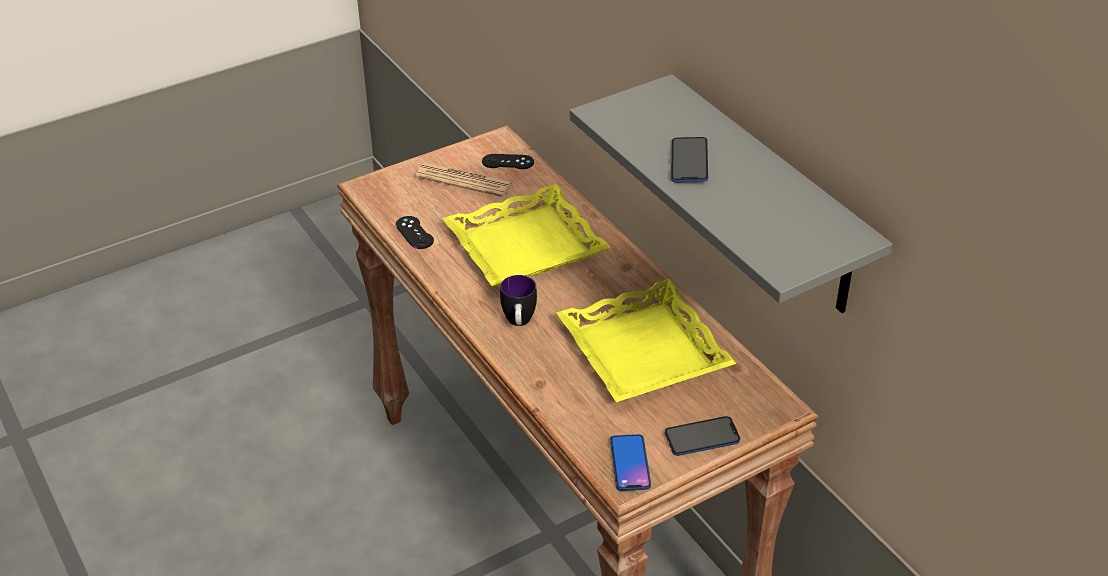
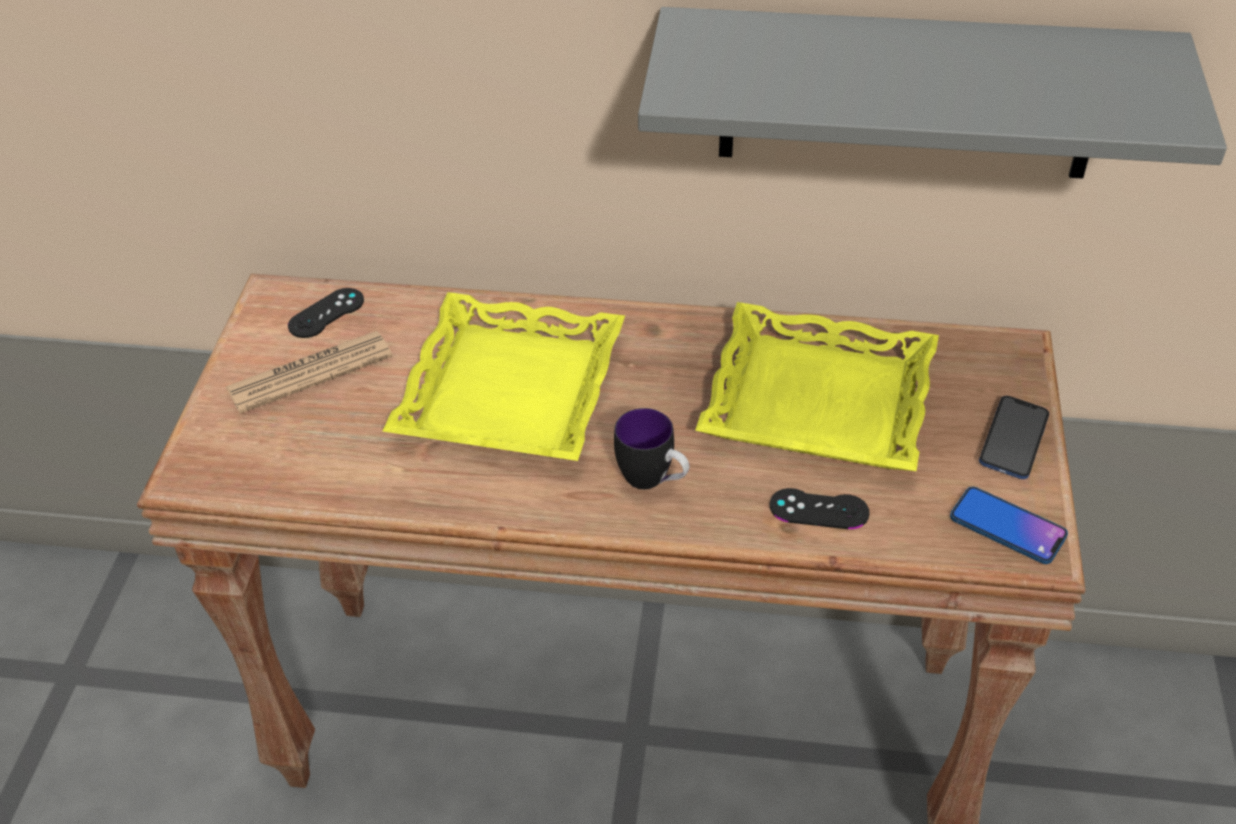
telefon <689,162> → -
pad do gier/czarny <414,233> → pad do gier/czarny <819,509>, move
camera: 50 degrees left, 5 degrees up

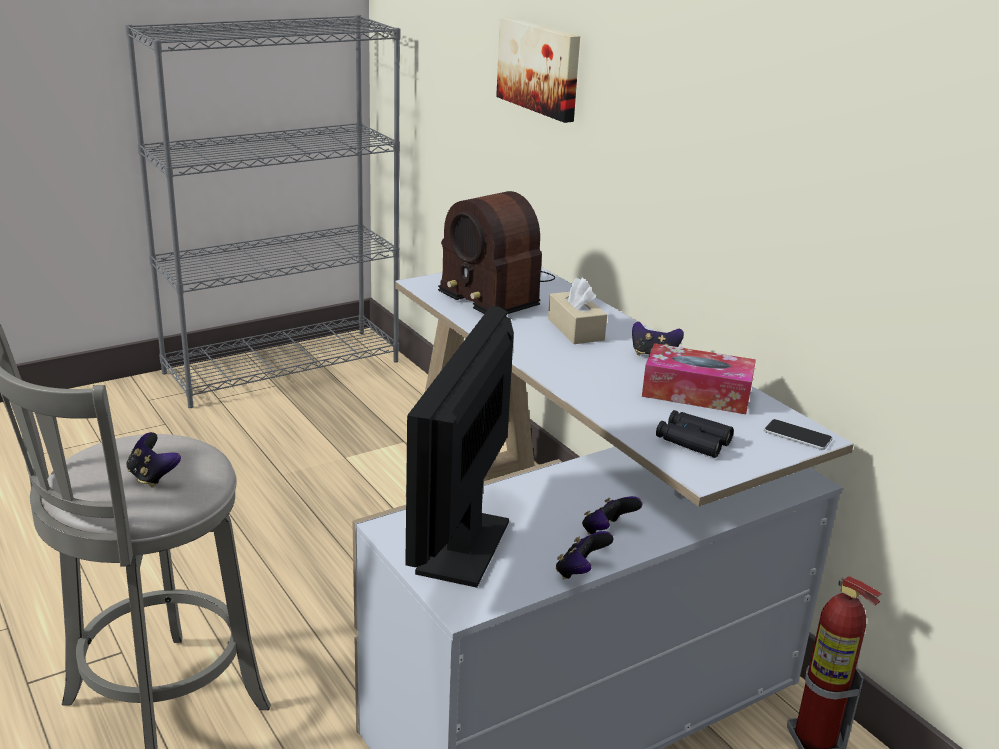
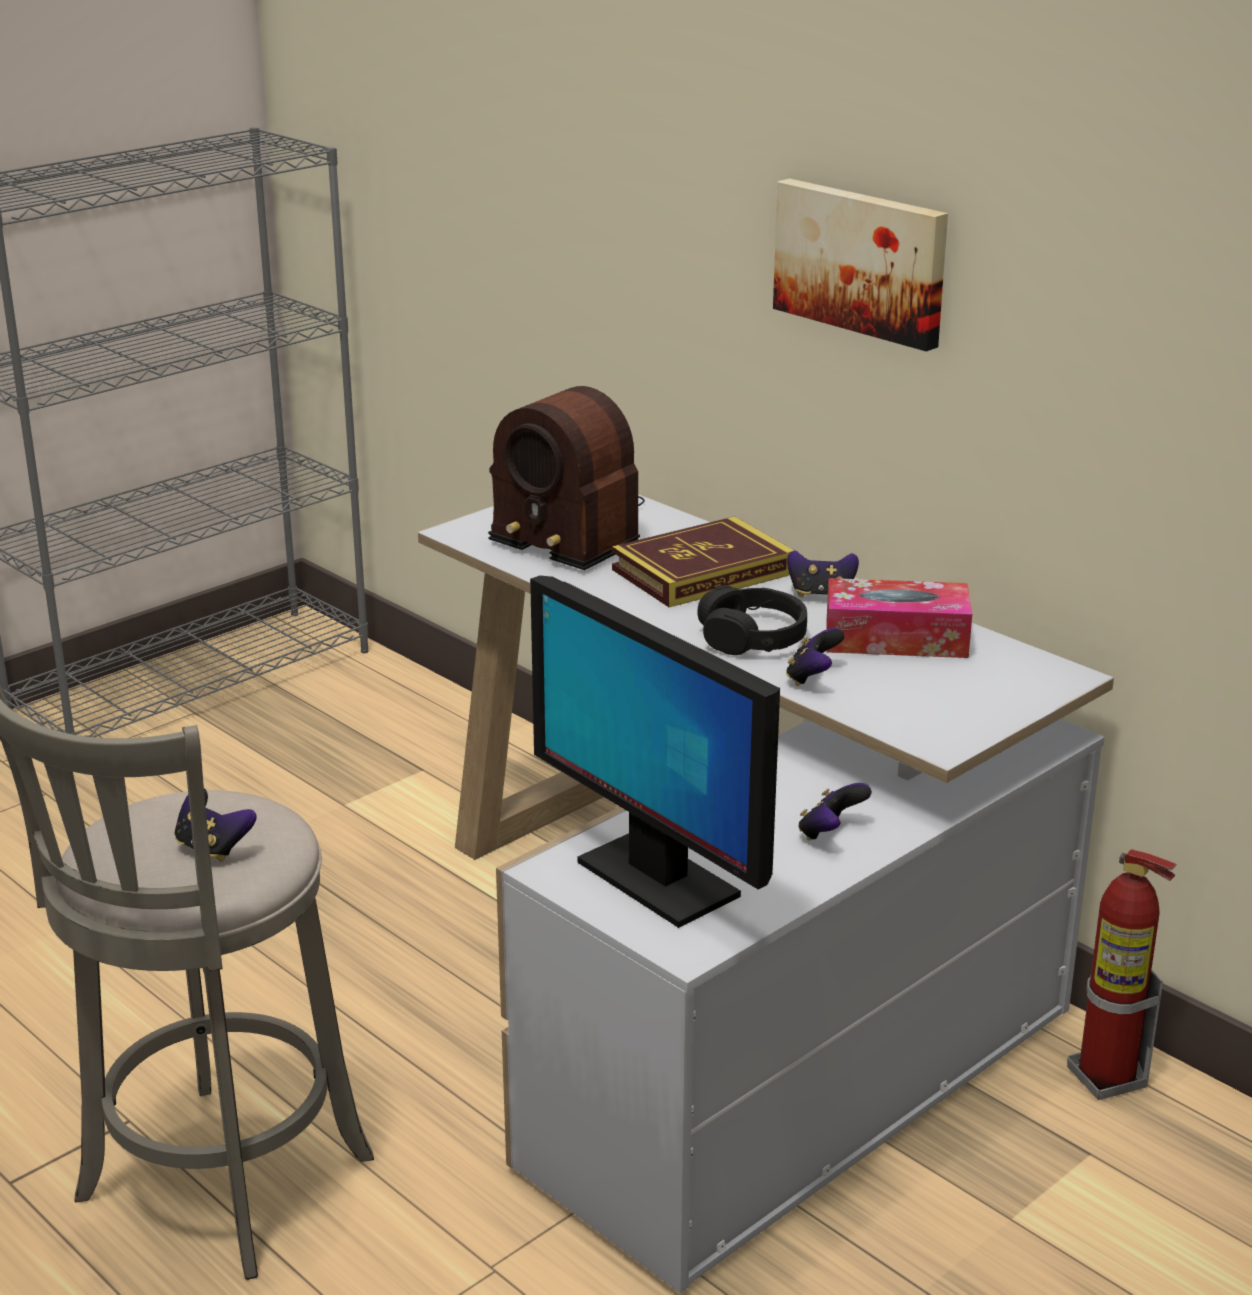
lornetka/czarny <692,441> → -
telefon <797,436> → -
- → słuchawki/czarny <752,637>
obraz <540,67> → obraz <862,261>, move
pad do gier <580,572> → pad do gier <812,678>, move
pudełko chusteczek/beżowy <575,329> → książka <702,572>
monitor <464,546> → monitor <656,878>, 45 degrees counterclockwise
camera: 10 degrees left, 0 degrees up

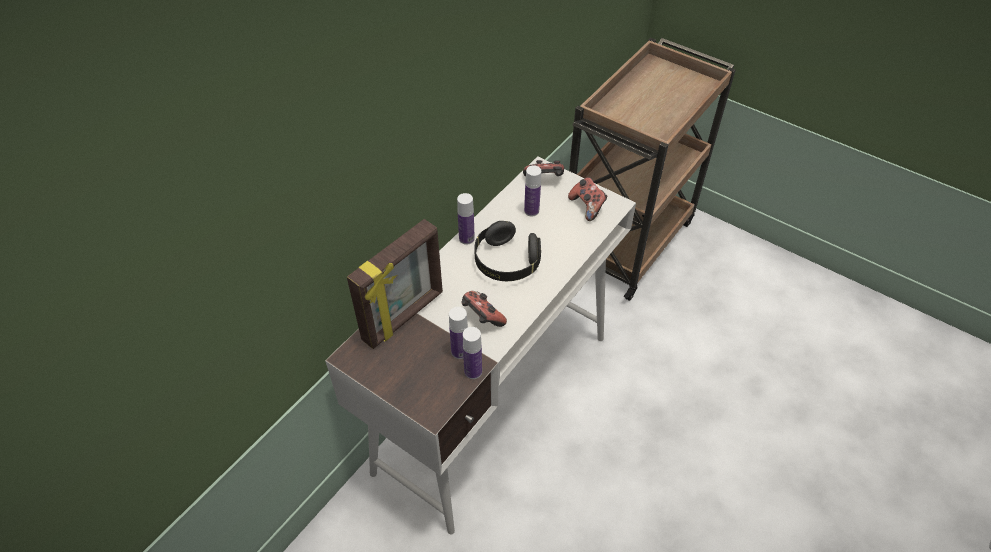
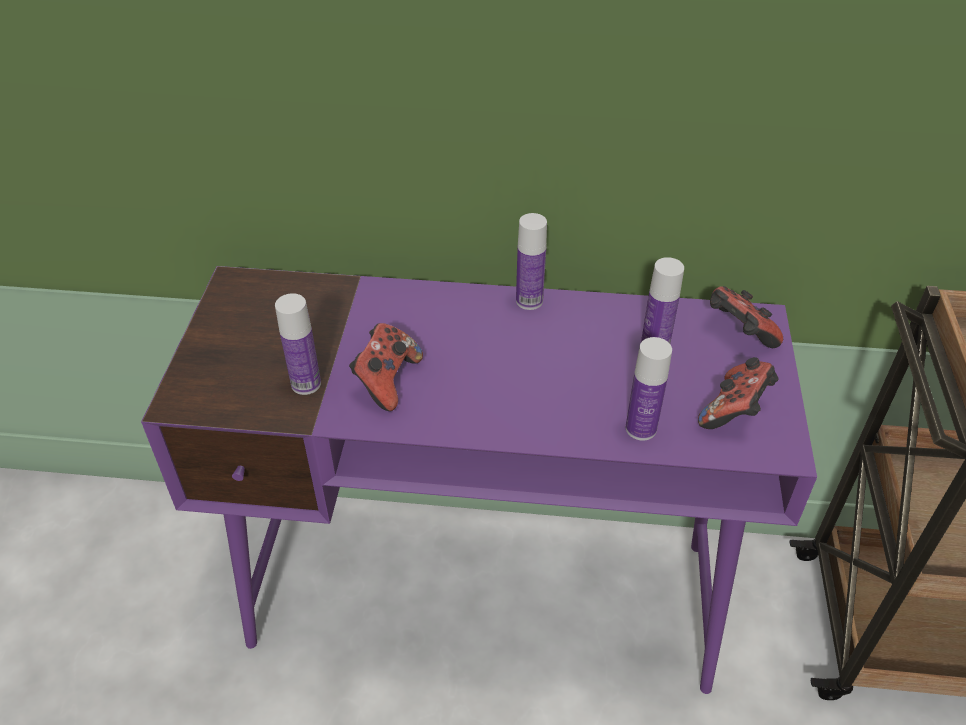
ramka na zdjęcie <404,317> → -
słuchawki/czarny <506,262> → -
butelka <473,371> → butelka <641,428>, move
biurko/biały <495,400> → biurko/fioletowy <485,593>
camera: 60 degrees right, 5 degrees down

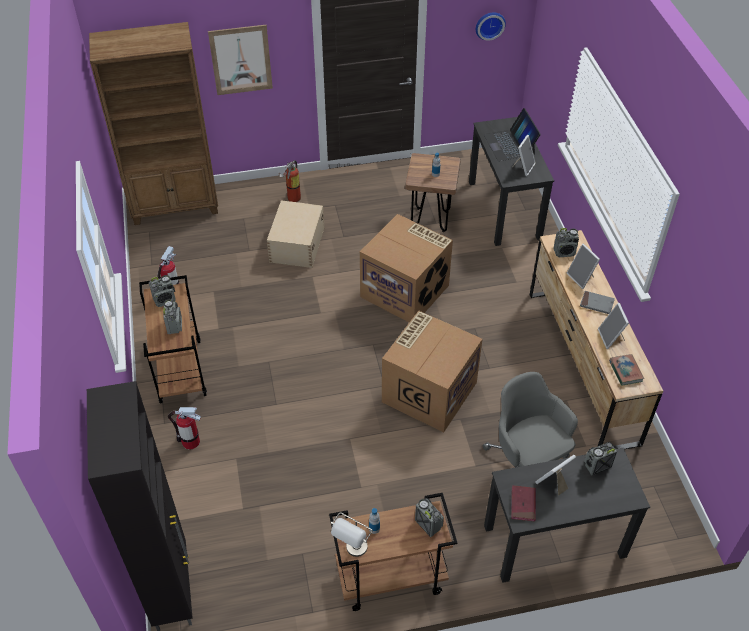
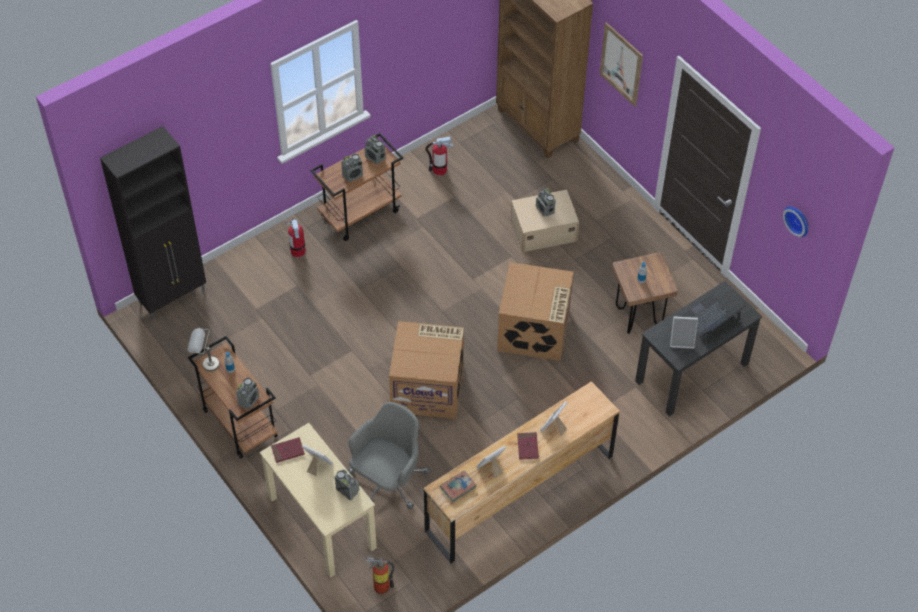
gaśnica <292,198> → gaśnica <379,585>, move
radio <564,252> → radio <545,210>, move
biurko/czarny <554,541> → biurko/beżowy <321,522>
książka/szary <596,304> → książka/czerwony <527,446>
camera: 65 degrees right, 5 degrees up

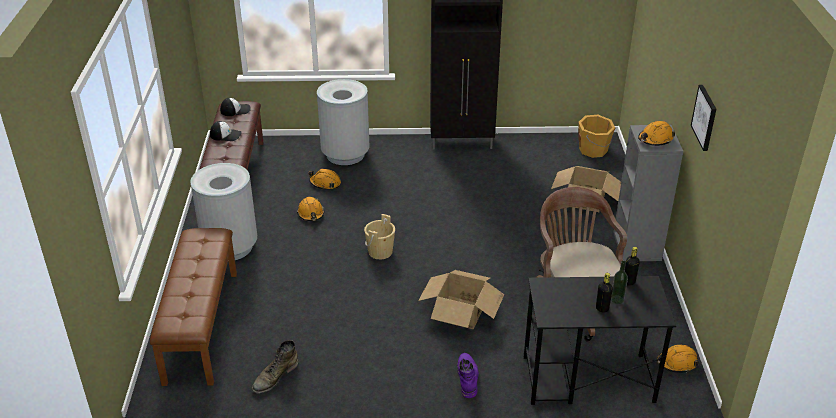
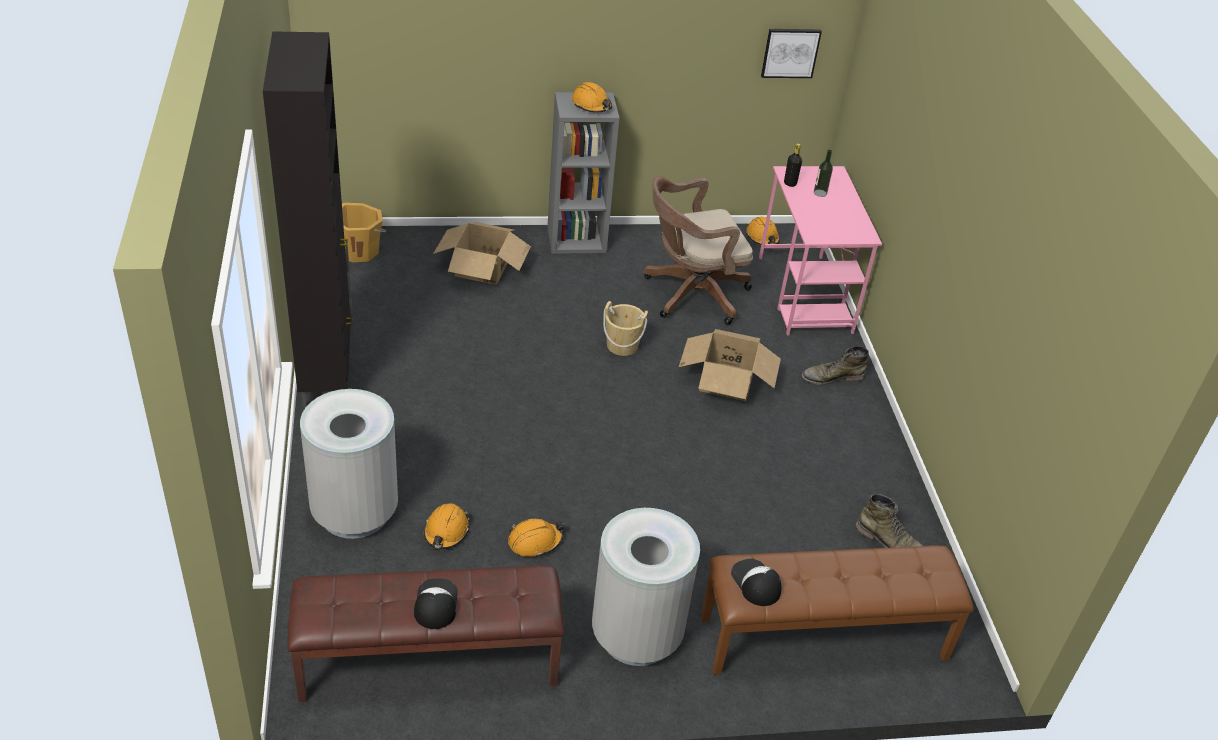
butelka/czarny <602,308> → -
czapka z daszkiem <235,110> → czapka z daszkiem <755,583>, move
wiadro/beżowy <380,252> → wiadro/beżowy <622,345>, move
obraz <705,117> → obraz <790,52>, move
but z cholewką/fioletowy <467,378> → but z cholewką/zielony <832,377>
biurko/czarny <586,379> → biurko/różowy <805,295>
camera: 100 degrees left, 5 degrees up

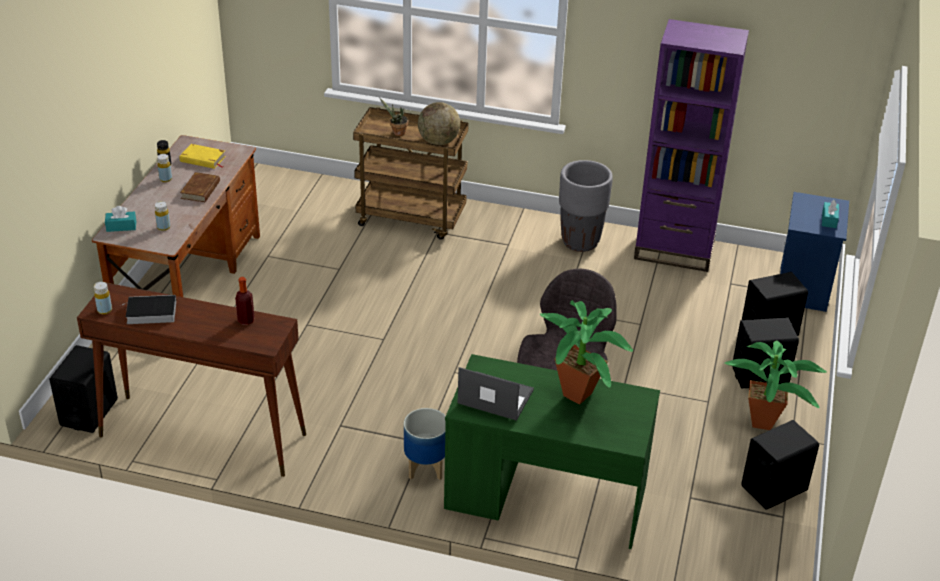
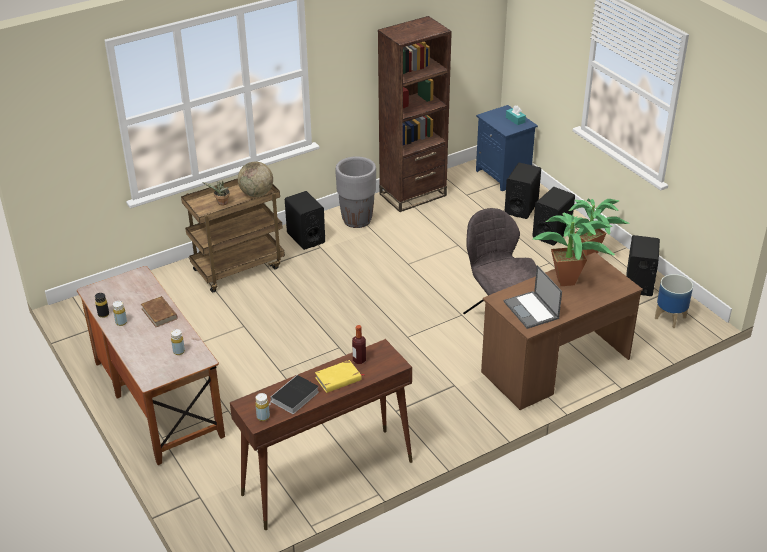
pudełko chusteczek/turkusowy <121,226> → -
głośnik/czarny <89,412> → głośnik/czarny <305,237>, move
książka/żółty <203,159> → książka/żółty <338,379>, move
donica <425,468> → donica <670,318>, move
biurko/zielony <545,497> → biurko/brązowy <555,366>
regał/fioletowy <674,251> → regał/brązowy <413,195>
laptop <494,396> → laptop <531,310>, 90 degrees counterclockwise
camera: 45 degrees left, 0 degrees up

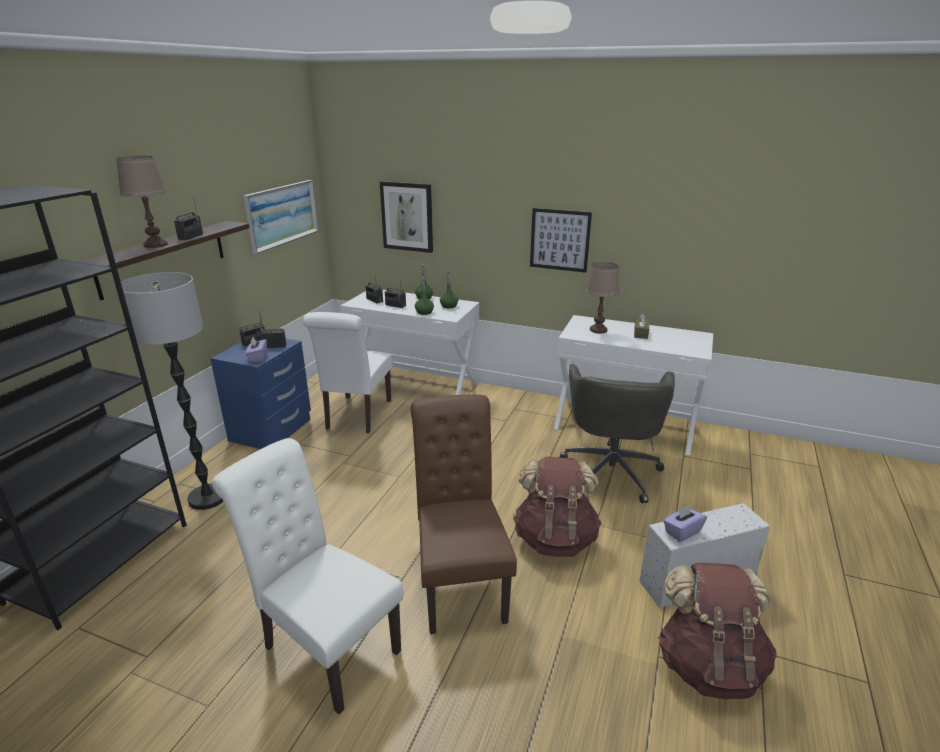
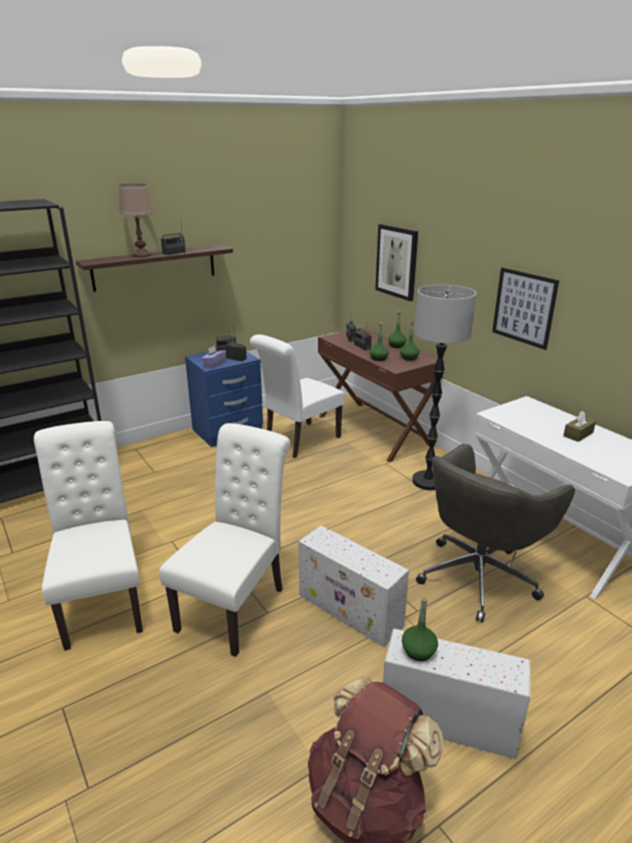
obraz <282,214> → -
lampa stołowa/brązowy <598,330> → -
lampa stojąca <208,497> → lampa stojąca <428,481>, move
plecak/brązowy <555,539> → pojemnik do przechowywania/biały <351,611>
pudełko chusteczek/fioletowy <682,531> → butelka/zielony <418,651>
biurko/biały <414,385> → biurko/brązowy <374,430>
krzesło/brązowy <460,581> → krzesło/biały <236,605>
camera: 35 degrees right, 0 degrees up

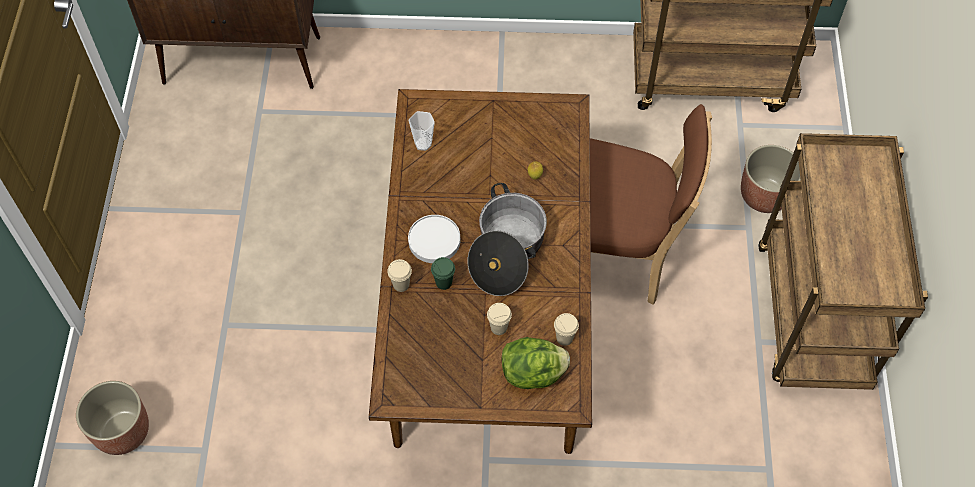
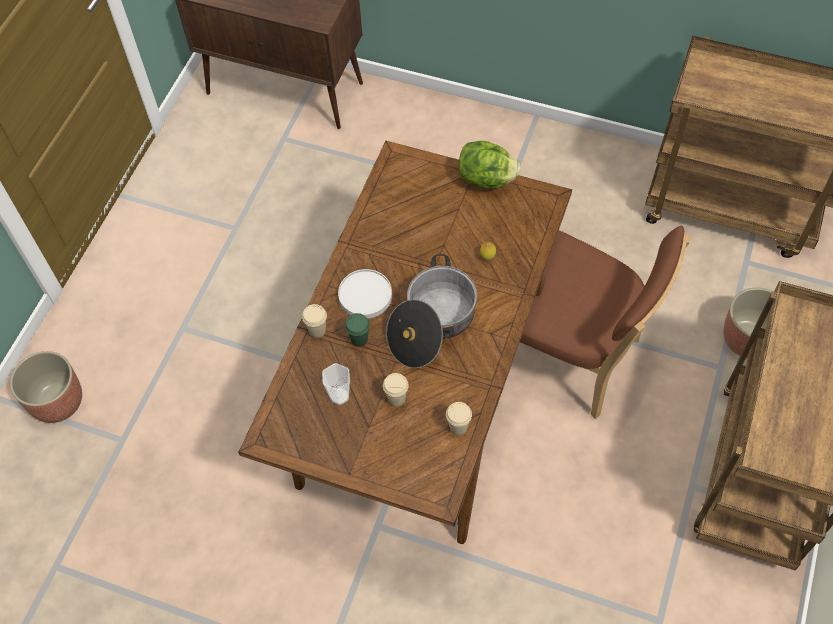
filiżanka <423,144> → filiżanka <339,396>, move
sałata <533,373> → sałata <487,179>, move
camera: 20 degrees right, 0 degrees up

